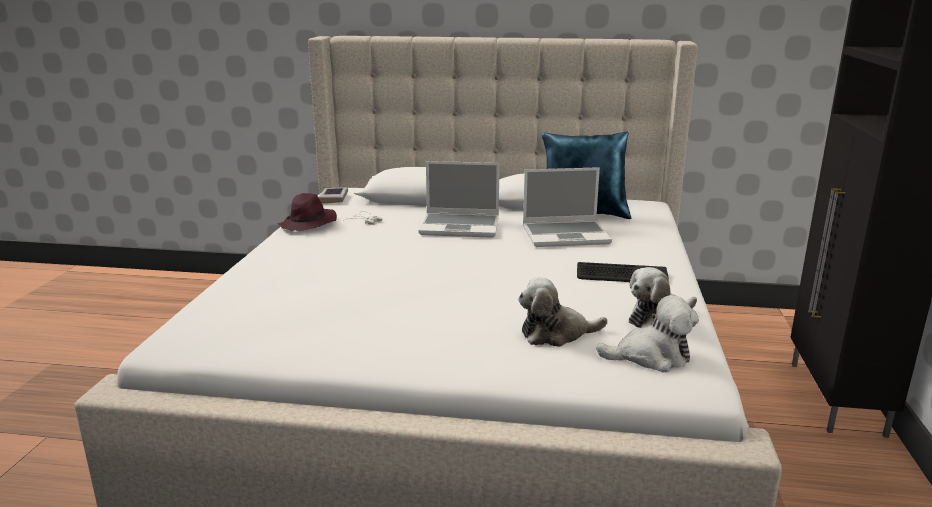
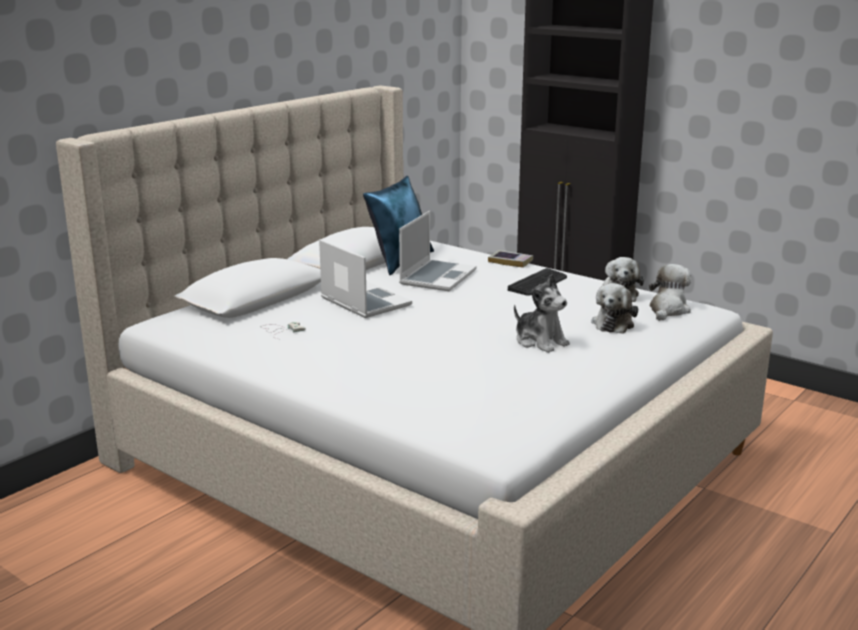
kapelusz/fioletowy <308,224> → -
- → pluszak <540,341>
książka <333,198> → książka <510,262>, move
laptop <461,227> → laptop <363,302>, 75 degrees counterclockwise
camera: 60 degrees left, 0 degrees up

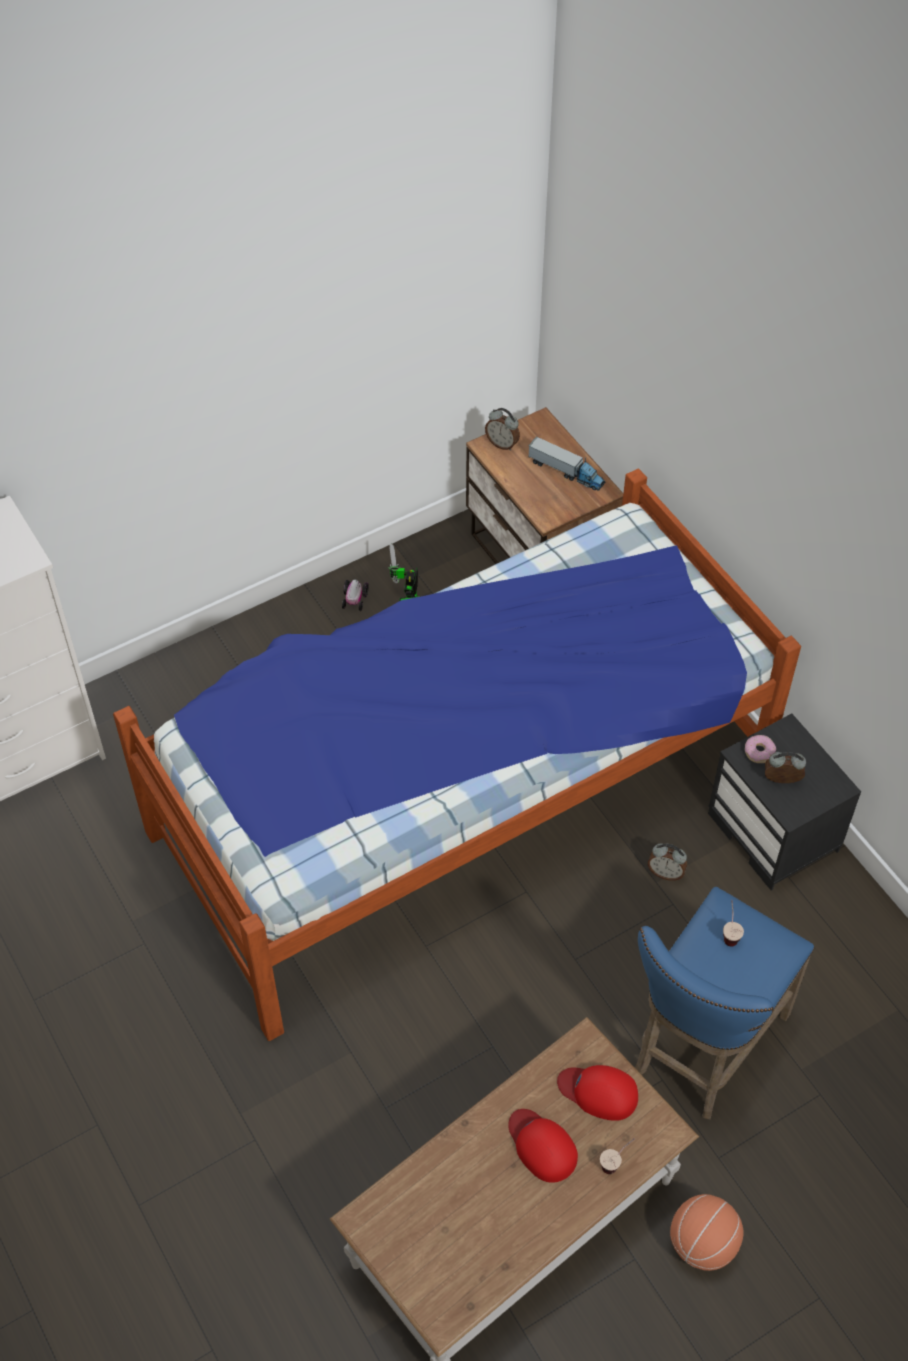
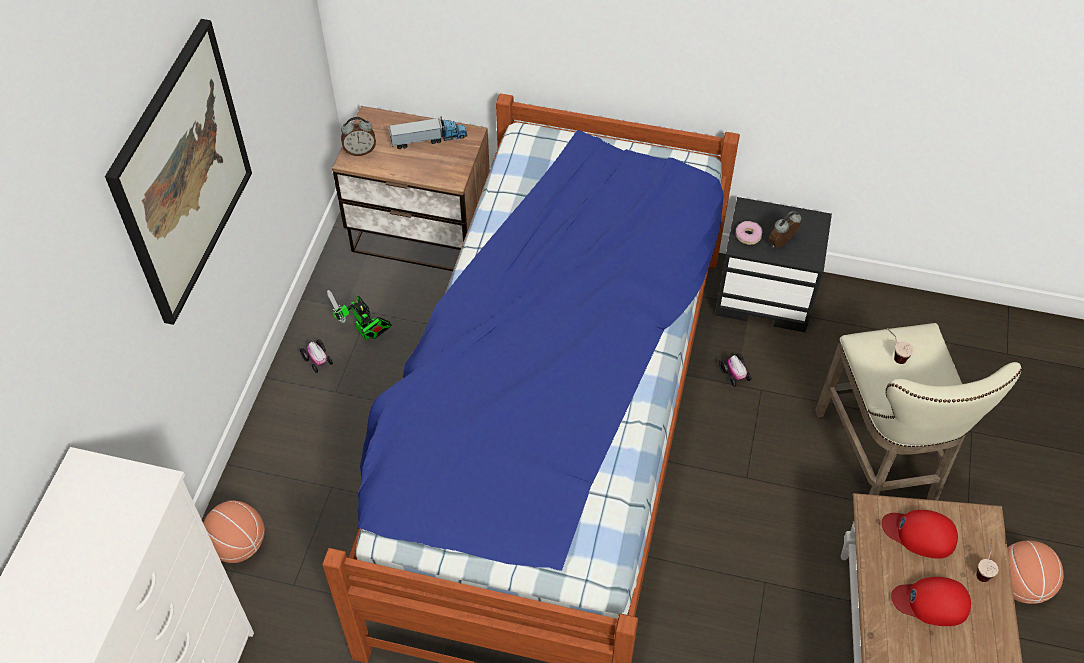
- → obraz <182,173>
- → piłka do koszykówki <238,545>
budzik <665,872> → samochodzik <734,374>
stołek/niebieski <702,1047> → stołek/beżowy <880,464>
czapka z daszkiem/czerwony <599,1092> → czapka z daszkiem/czerwony <920,534>, 45 degrees clockwise
camera: 45 degrees left, 0 degrees up

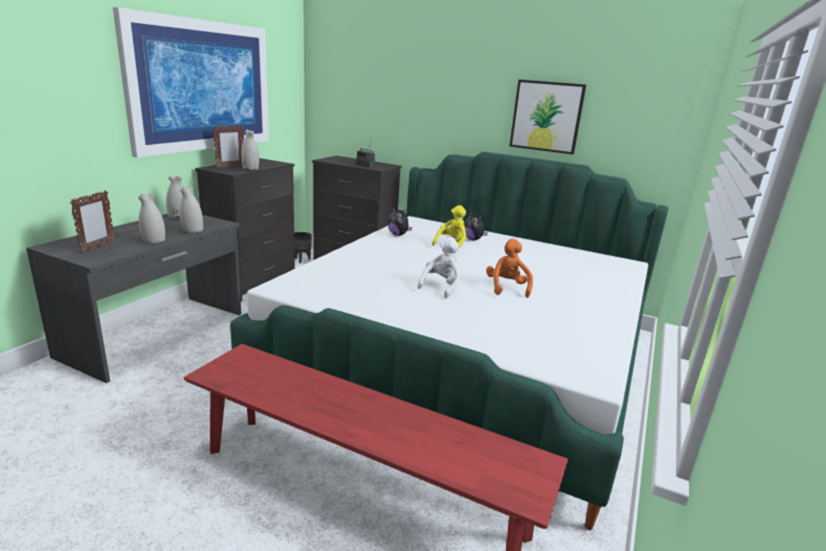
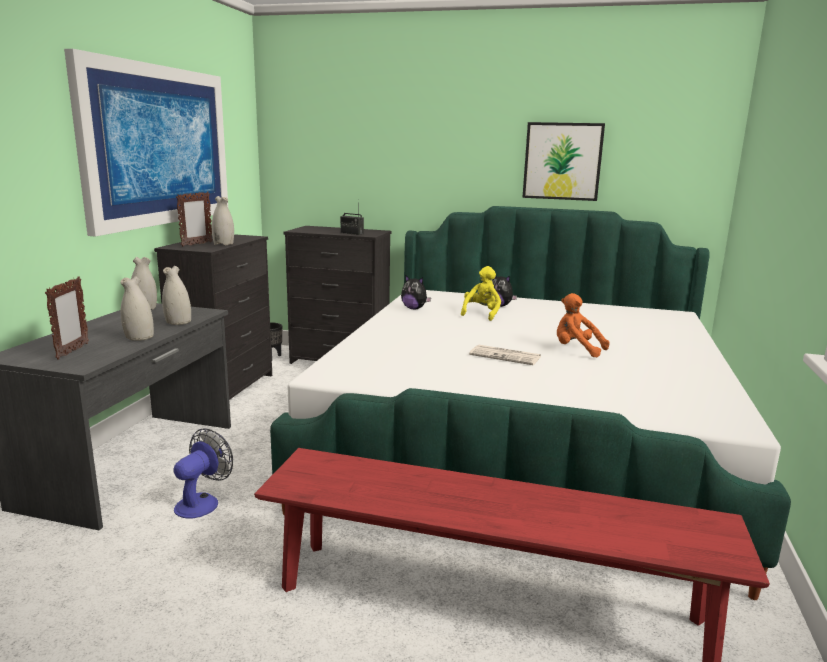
- → wentylator <202,502>
pluszak/biały <441,287> → gazeta <506,356>
pluszak/pomarańczowy <507,288> → pluszak/pomarańczowy <576,350>, 45 degrees counterclockwise
camera: 10 degrees left, 5 degrees down

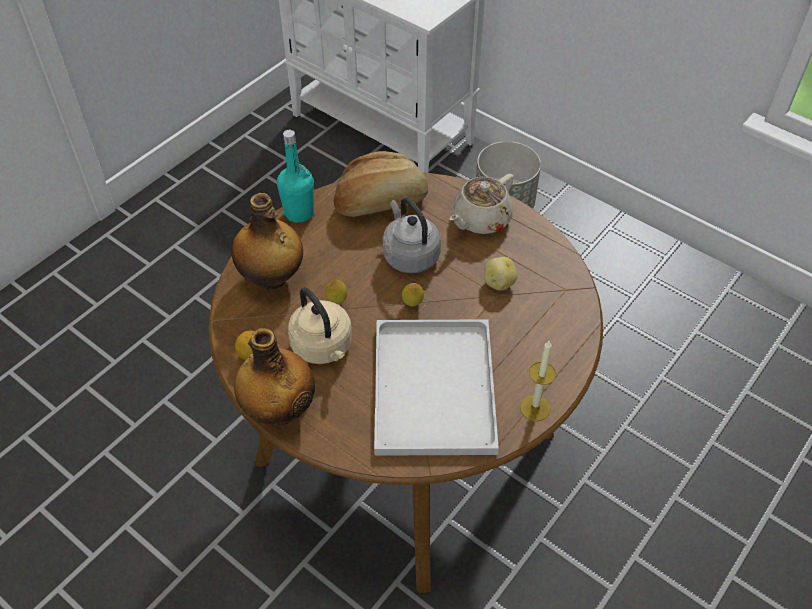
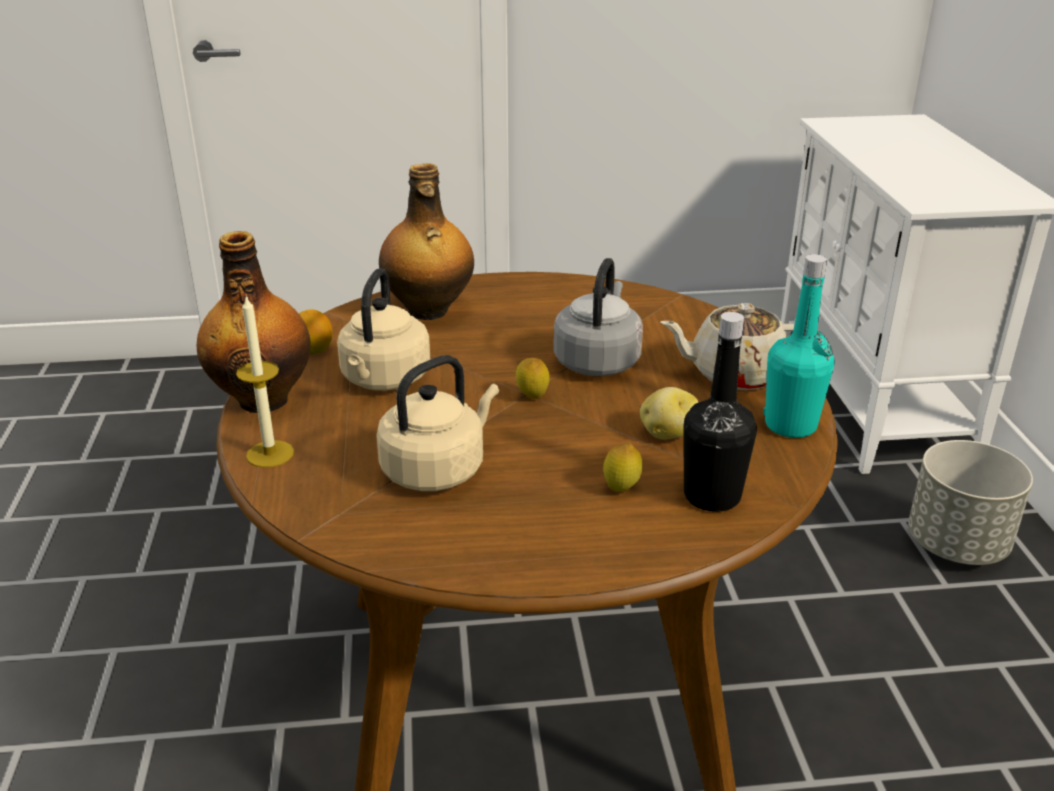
chleb <380,202> → -
- → butelka/czarny <712,496>
butelka/turkusowy <299,213> → butelka/turkusowy <790,425>, move
cytryna <337,302> → cytryna <621,490>, move
świeca <535,408> → świeca <270,454>, move
taca/biały <432,384> → czajnik/beżowy <437,469>
camera: 45 degrees right, 20 degrees down

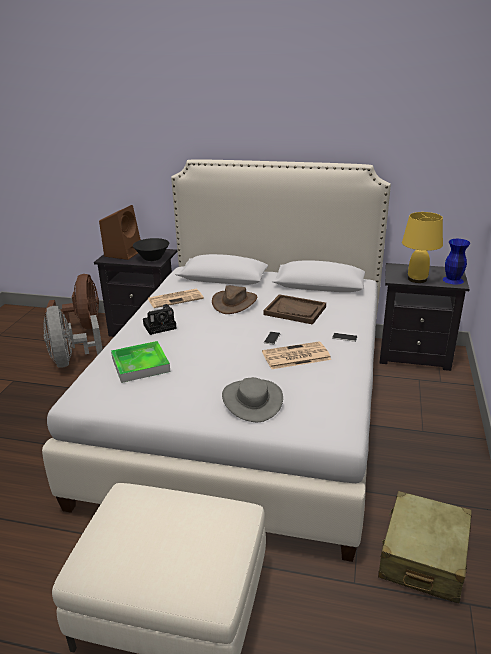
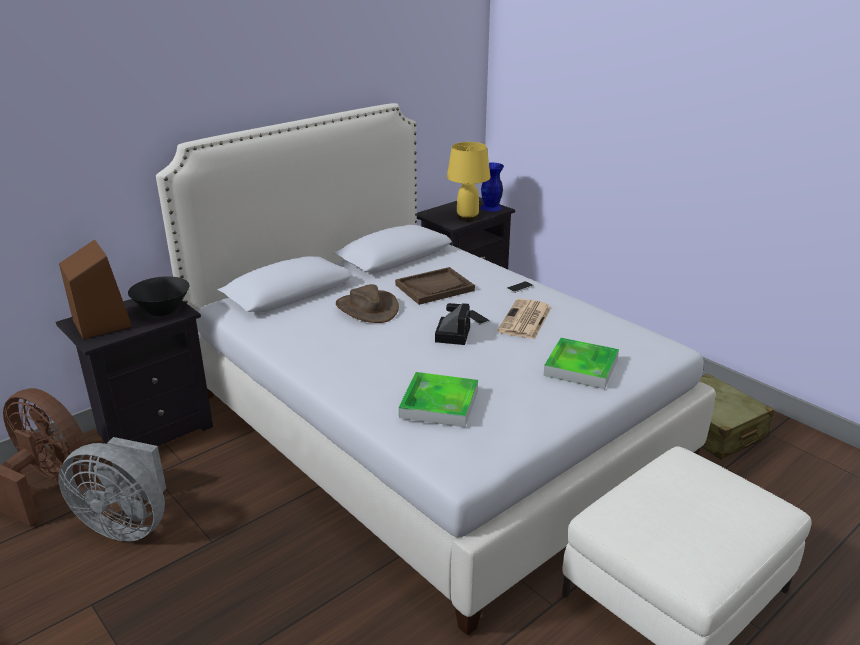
gazeta <176,298> → -
aparat fotograficzny <161,326> → aparat fotograficzny <452,333>, move
kapelusz/szary <252,400> → taca <581,367>
camera: 55 degrees left, 0 degrees up

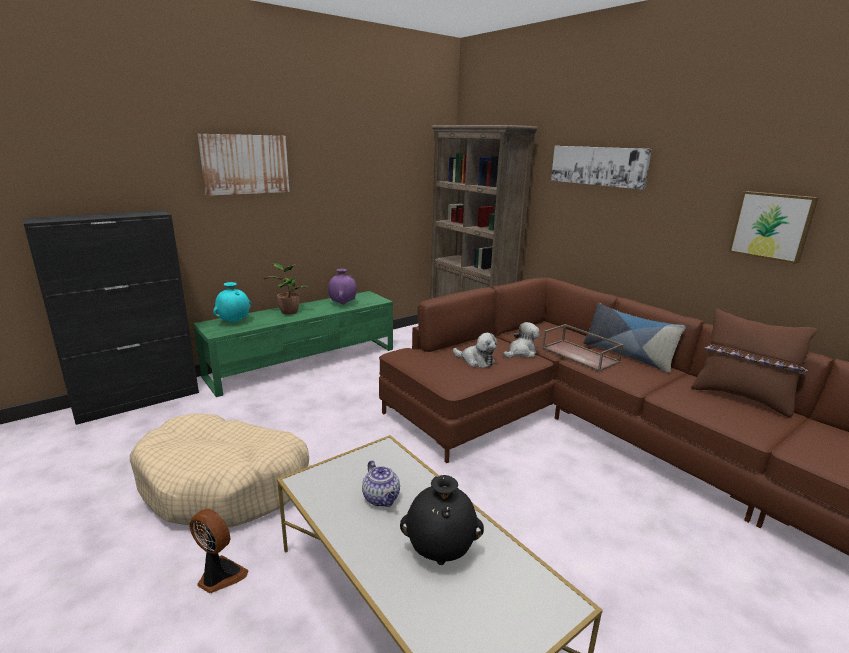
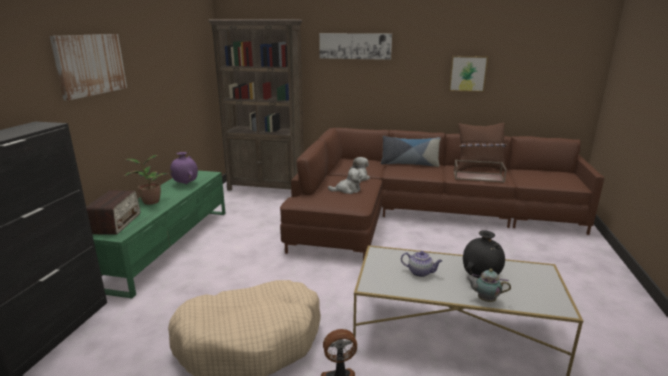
- → imbryk <485,299>
taca/brązowy <581,355> → taca/brązowy <478,176>, move
wazon/turkusowy <234,322> → radio <116,223>
camera: 40 degrees left, 0 degrees up

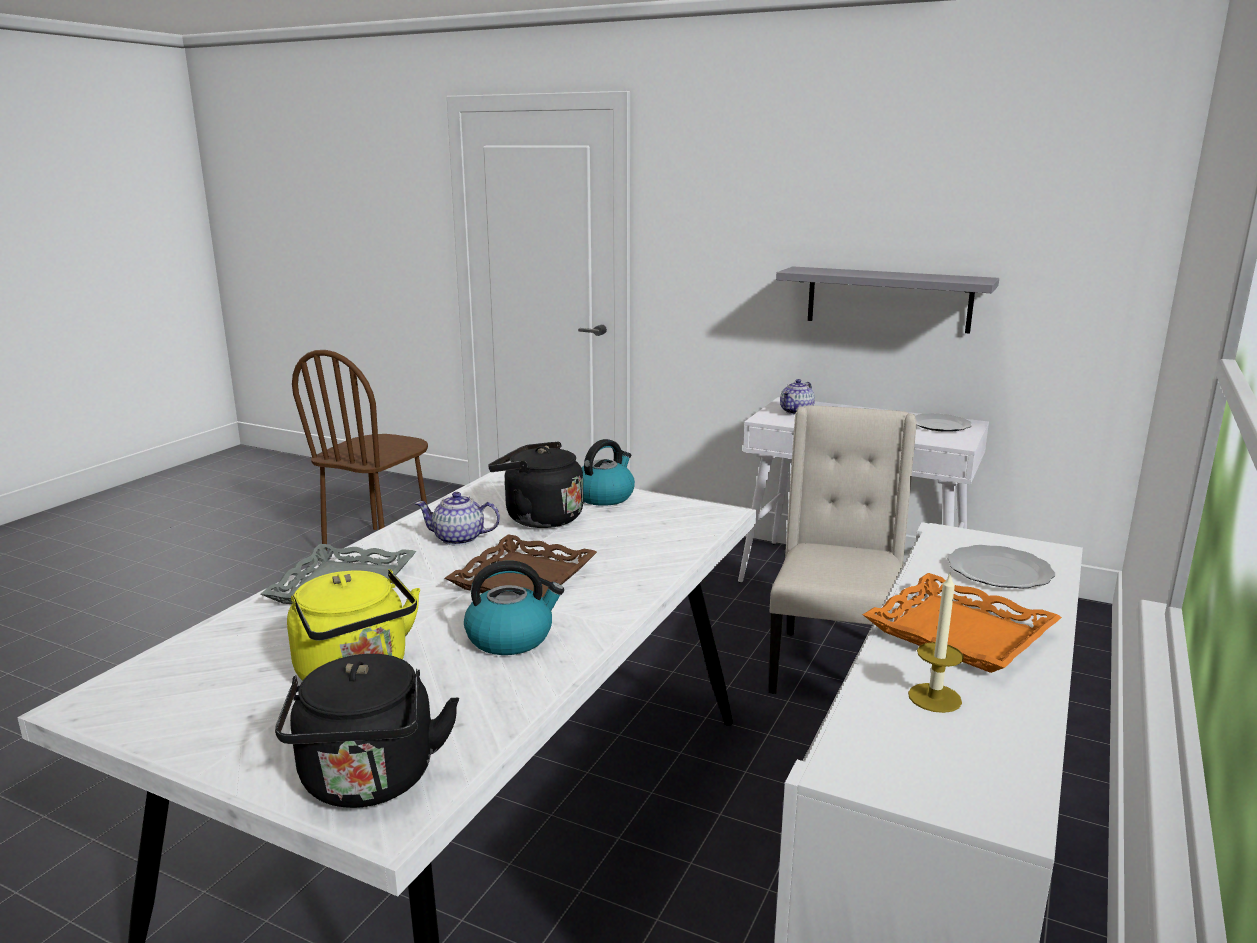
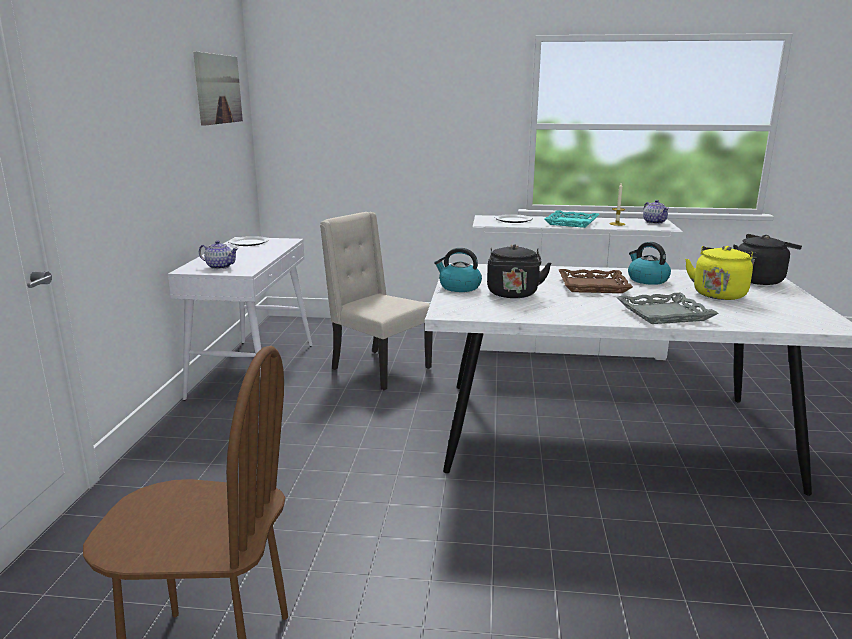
półka/szary <888,299> → -
- → obraz <218,89>
imbryk <459,539> → imbryk <654,222>, move
taca/pomarańczowy <960,632> → taca/turkusowy <571,222>
krzesło/beżowy <834,666> → krzesło/beżowy <378,368>, 45 degrees clockwise
camera: 110 degrees left, 0 degrees up

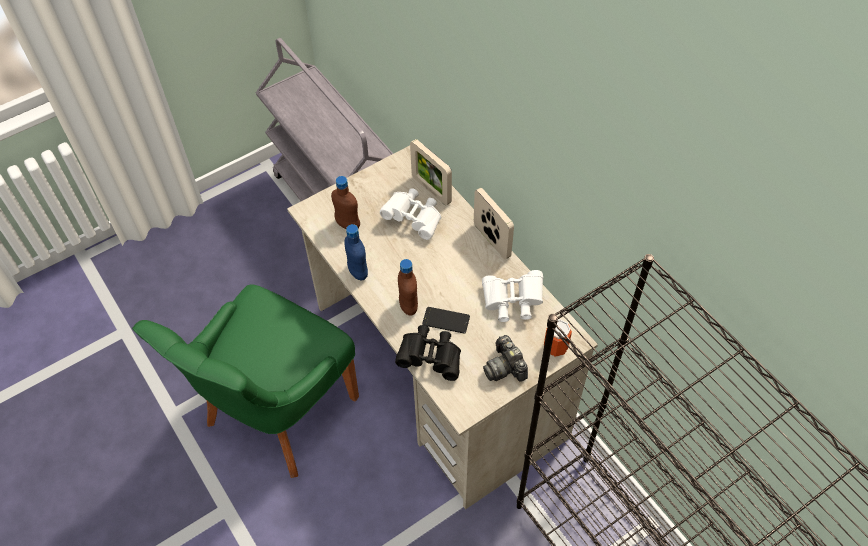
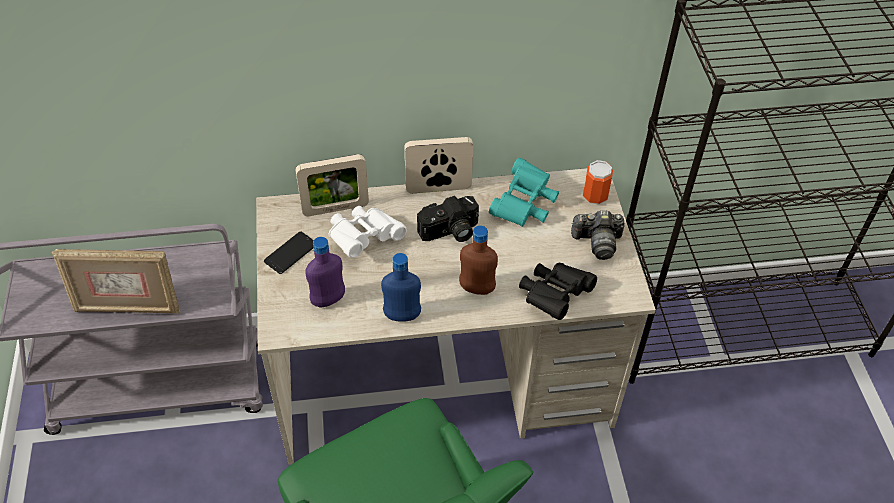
- → ramka na zdjęcie <128,308>
- → aparat fotograficzny <450,232>
telefon <446,320> → telefon <290,253>, move
butelka/brązowy <348,225> → butelka/fioletowy <328,300>
lornetka/biały <512,302> → lornetka/turkusowy <524,205>
camera: 65 degrees left, 5 degrees down

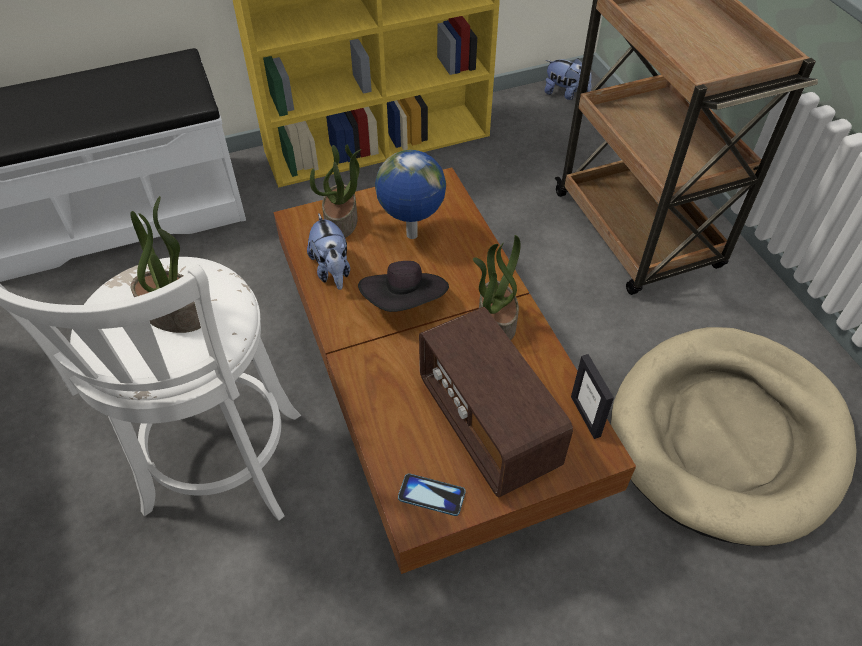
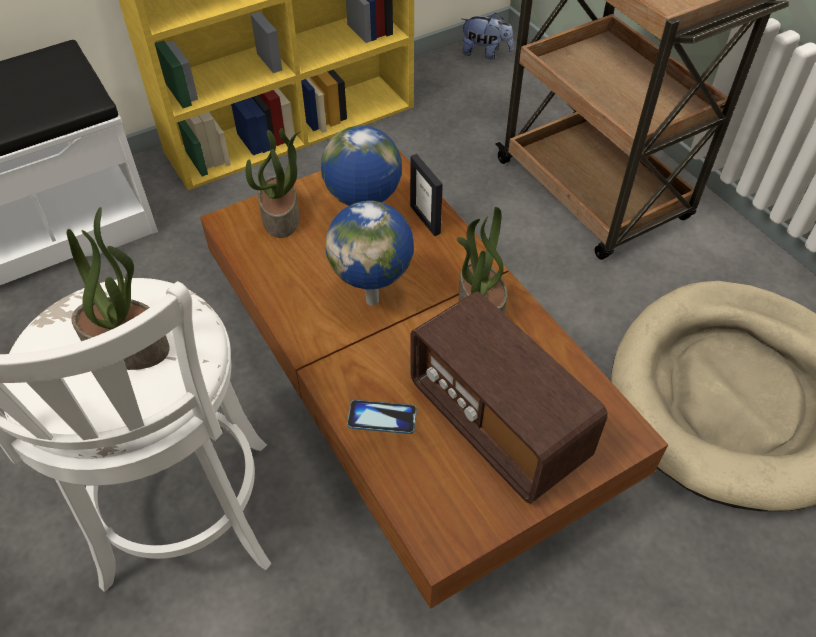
pluszak <332,270> → -
telefon <431,495> → telefon <382,418>, move
ramka na zdjęcie <586,416> → ramka na zdjęcie <425,219>, move
kapelusz/czarny <405,302> → globus <374,299>
camera: 10 degrees left, 0 degrees up

